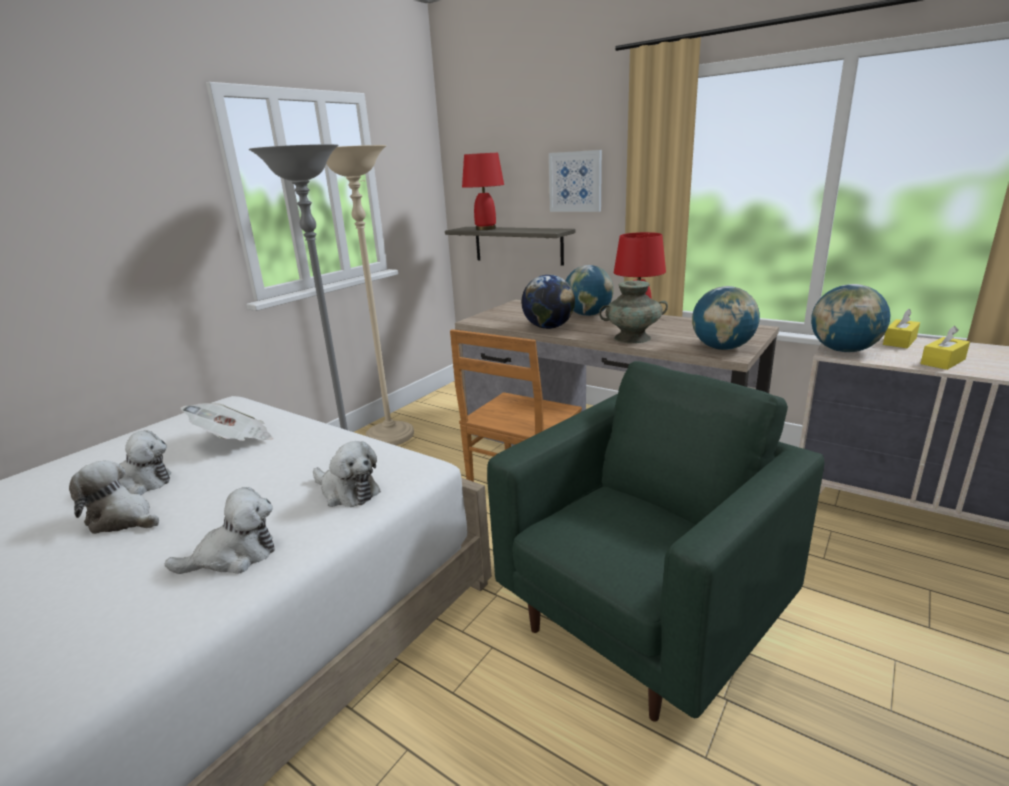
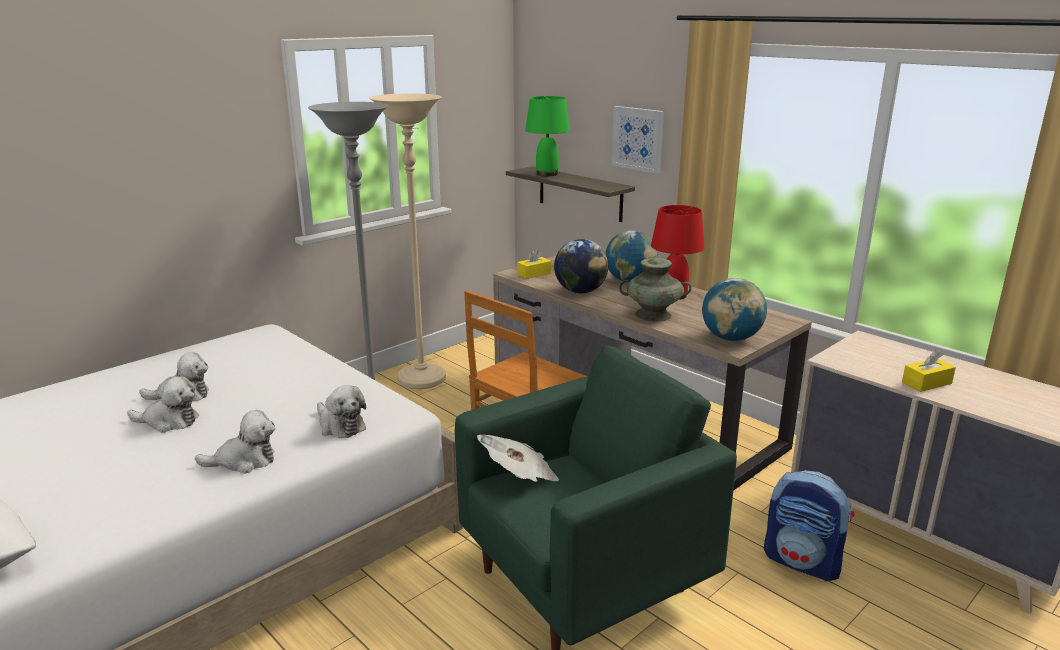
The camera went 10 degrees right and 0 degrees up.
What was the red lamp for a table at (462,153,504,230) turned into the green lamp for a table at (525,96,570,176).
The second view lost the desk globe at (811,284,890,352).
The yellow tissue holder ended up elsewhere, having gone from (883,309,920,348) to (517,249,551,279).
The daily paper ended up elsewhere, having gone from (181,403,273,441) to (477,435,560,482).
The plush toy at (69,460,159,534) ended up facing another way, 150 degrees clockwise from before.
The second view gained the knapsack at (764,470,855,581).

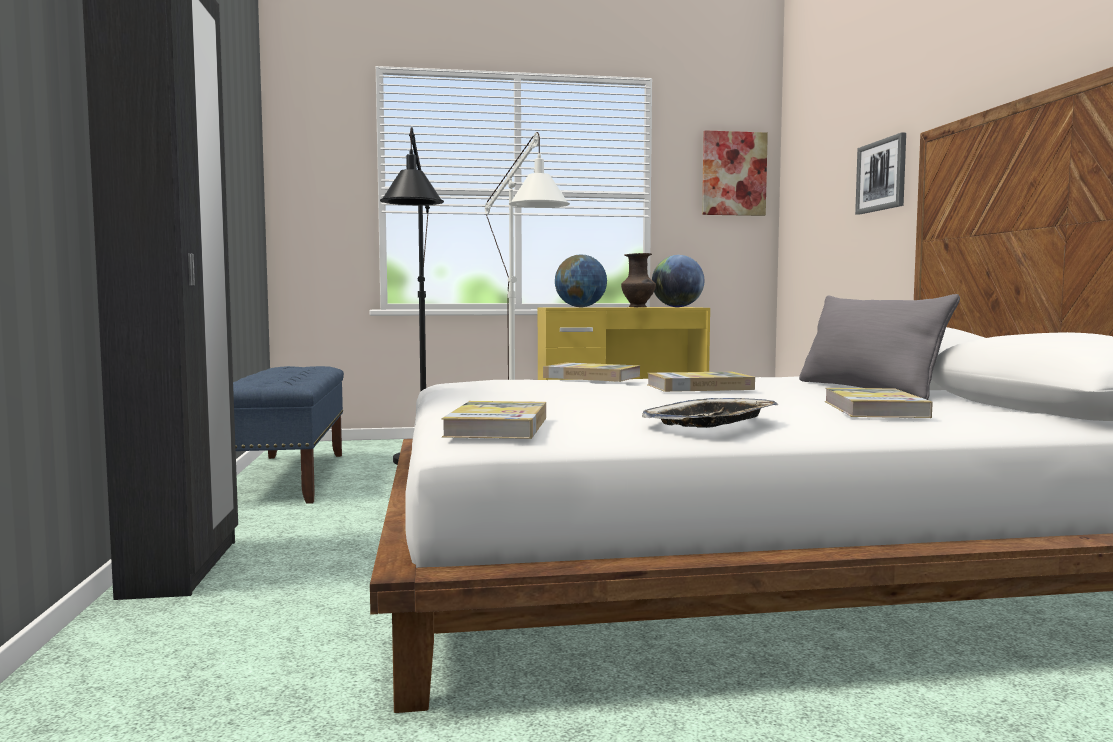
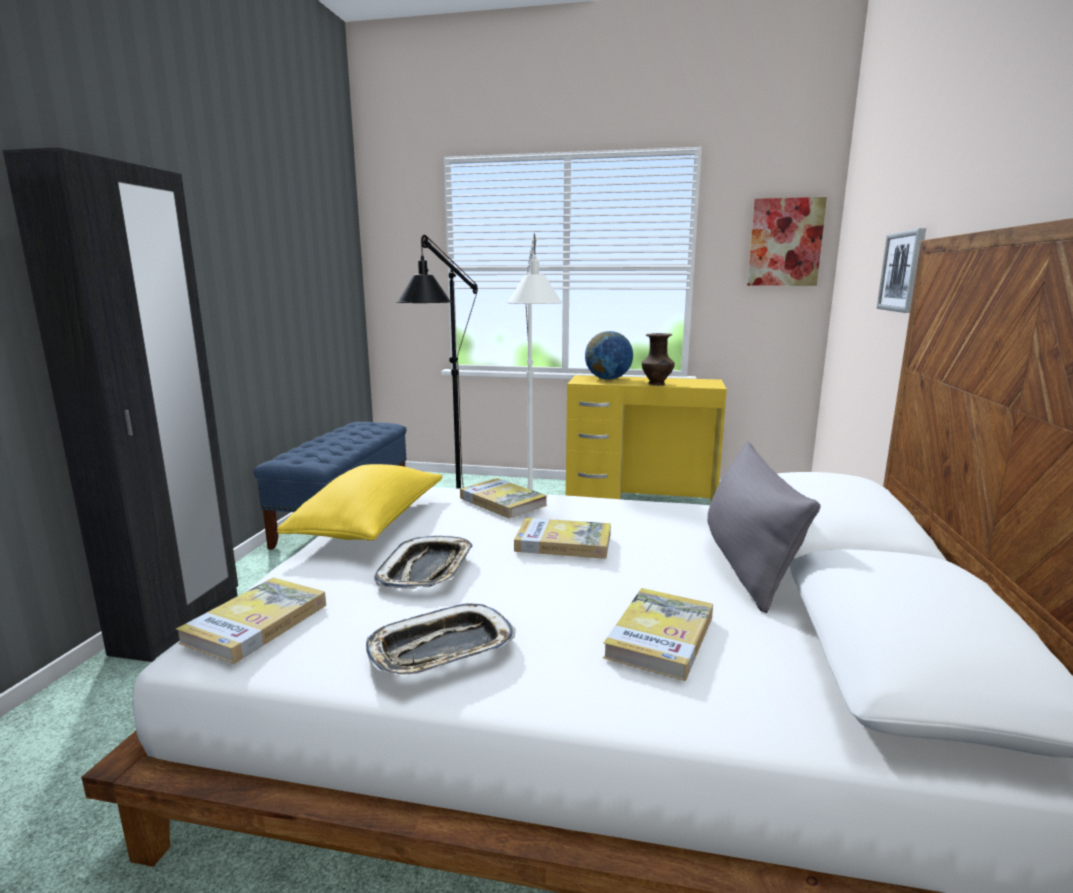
The camera went 20 degrees right and 10 degrees up.
The second view lost the desk globe at (652,255,704,307).
The second view gained the yellow pillow at (277,464,443,541).
The second view gained the serving tray at (375,536,473,589).

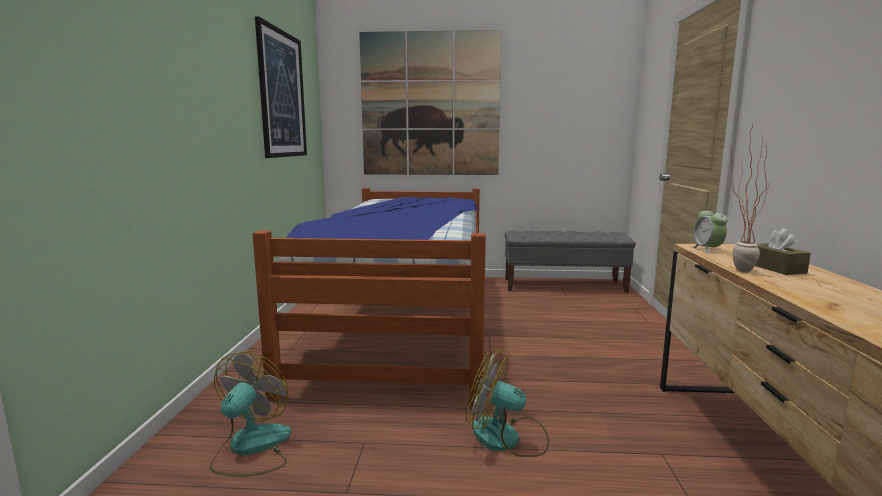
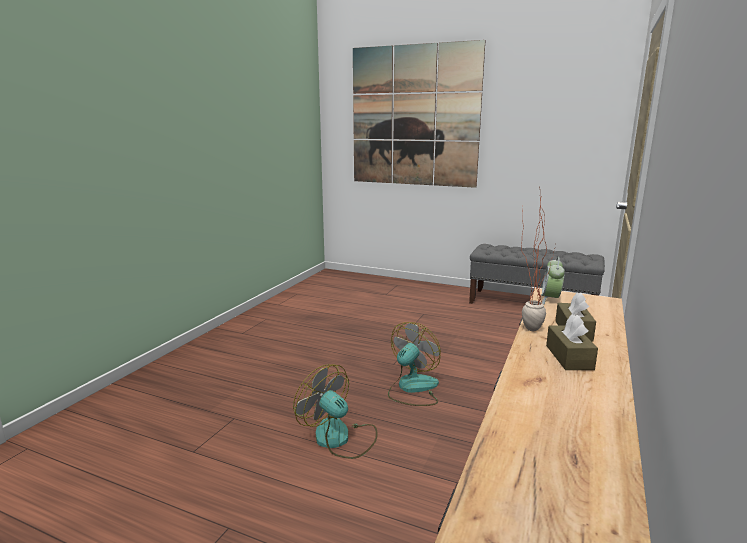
The camera went 20 degrees right and 5 degrees up.
The second view lost the picture at (255,16,307,158).
The second view lost the sleeping bed at (252,188,486,407).
The cooling fan ended up elsewhere, having gone from (210,351,291,477) to (388,322,441,406).
The second view gained the brownish tissue holder at (546,314,598,370).

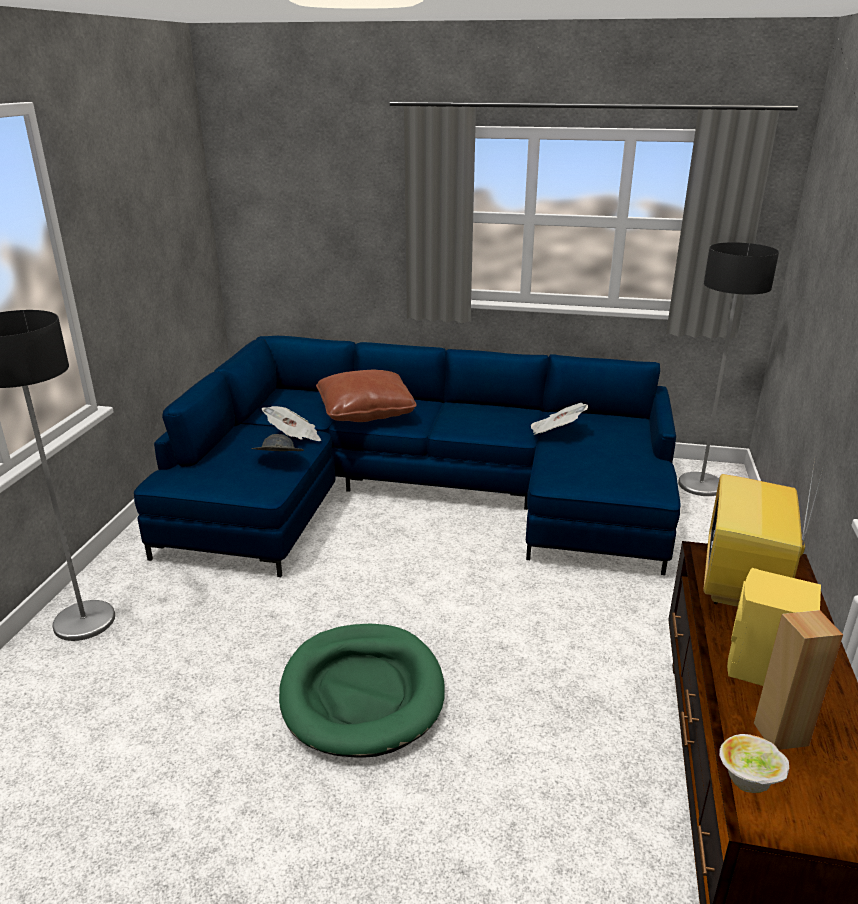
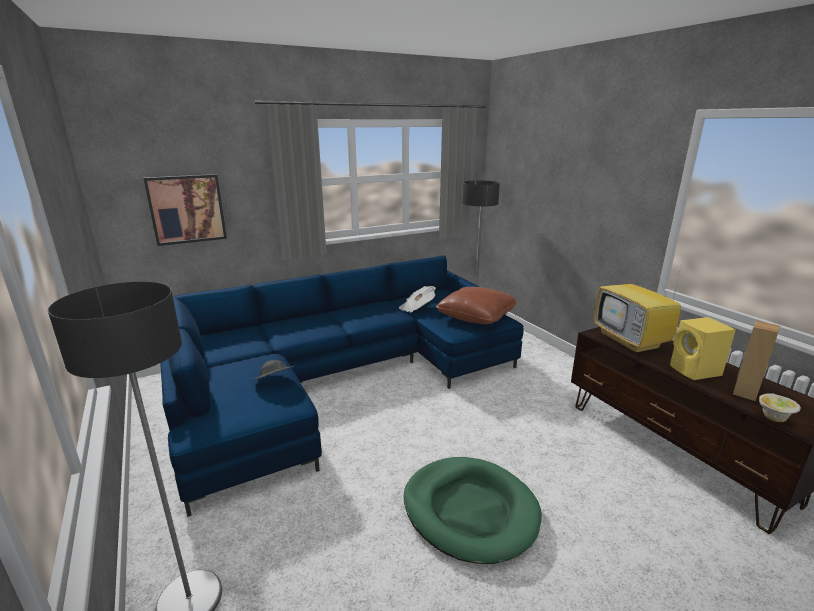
The camera went 40 degrees left and 5 degrees down.
The brownish pillow ended up elsewhere, having gone from (316,370,417,422) to (436,287,517,324).
The second view lost the daily paper at (262,406,321,441).
The second view gained the picture at (143,174,227,246).

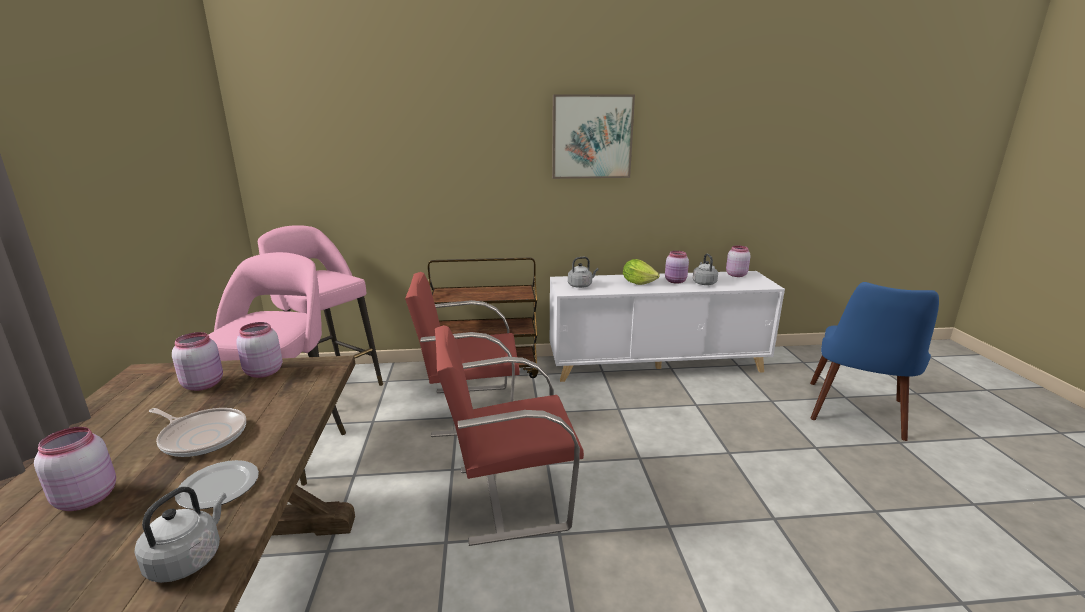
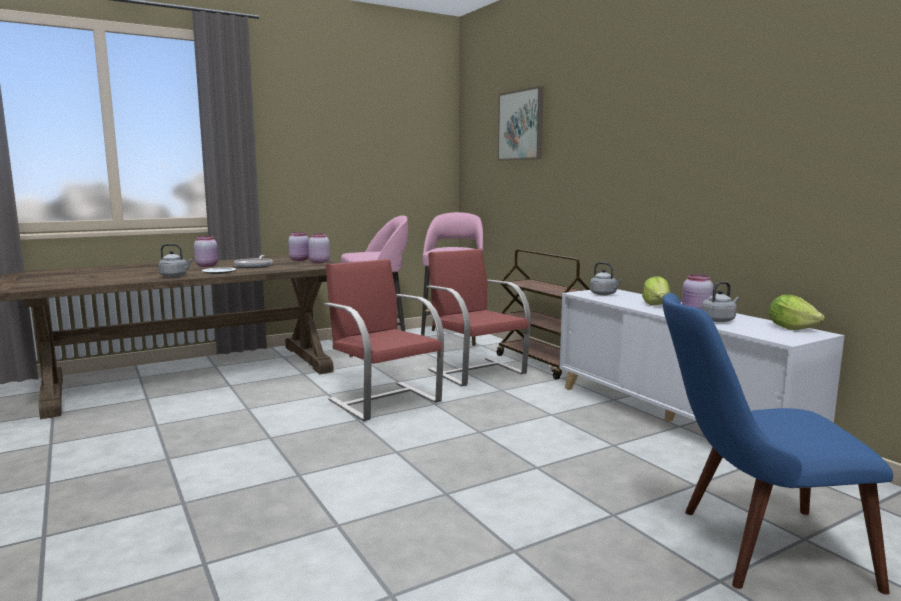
The camera went 65 degrees right and 10 degrees down.
The picture ended up elsewhere, having gone from (552,94,635,179) to (498,86,544,160).
Where the pink-coloured preserve jar stood at (726,246,751,277), the lettuce head came to stand at (768,295,825,330).

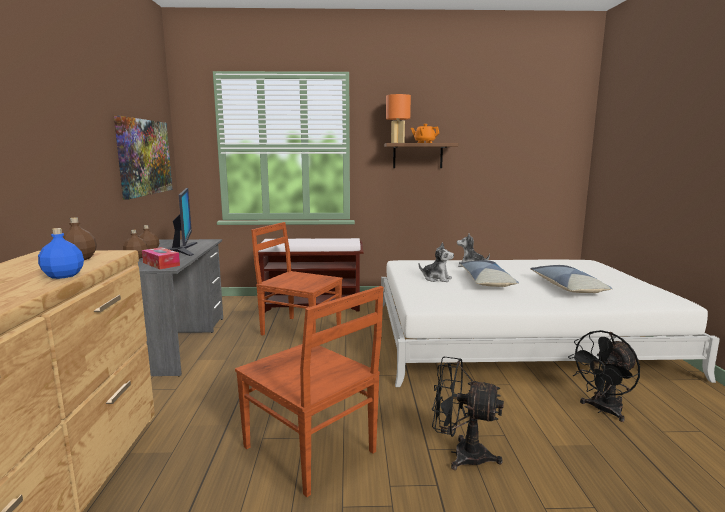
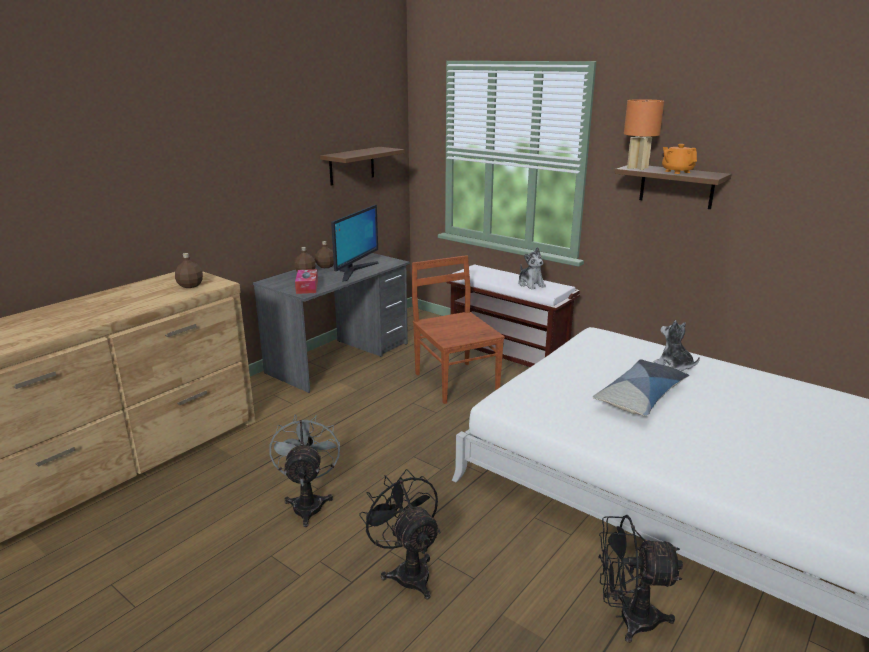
The camera went 40 degrees right and 10 degrees up.
Where the picture hung at (114,116,172,200), the brownish bracket shelf came to hang at (320,147,405,185).
The second view lost the blue-coloured bottle at (38,228,84,279).
The plush toy ended up elsewhere, having gone from (418,242,454,282) to (518,247,546,290).
The second view lost the pillow at (530,265,613,293).
Where the brownish plain chair stood at (235,286,384,497), the gray cooling fan came to stand at (269,415,340,527).

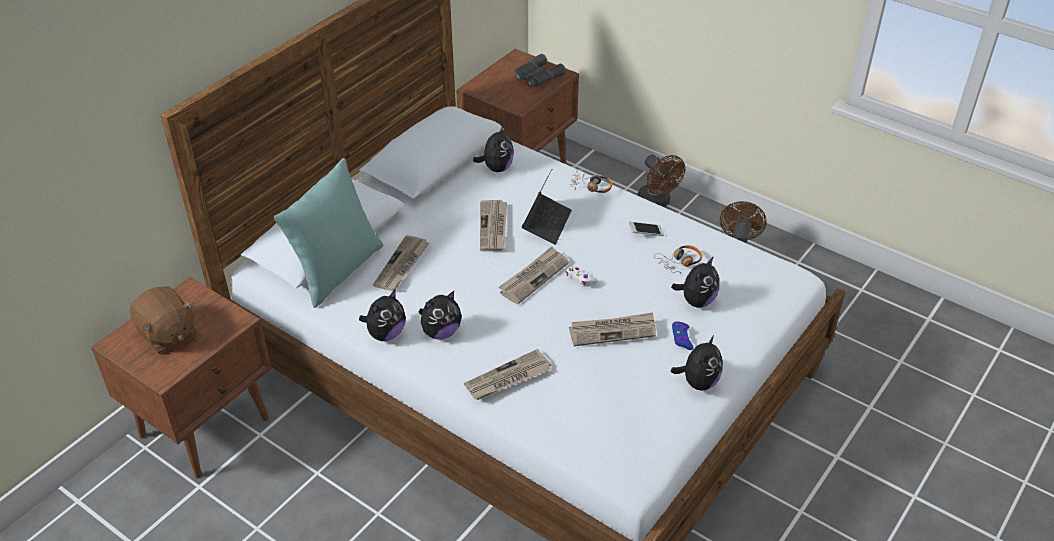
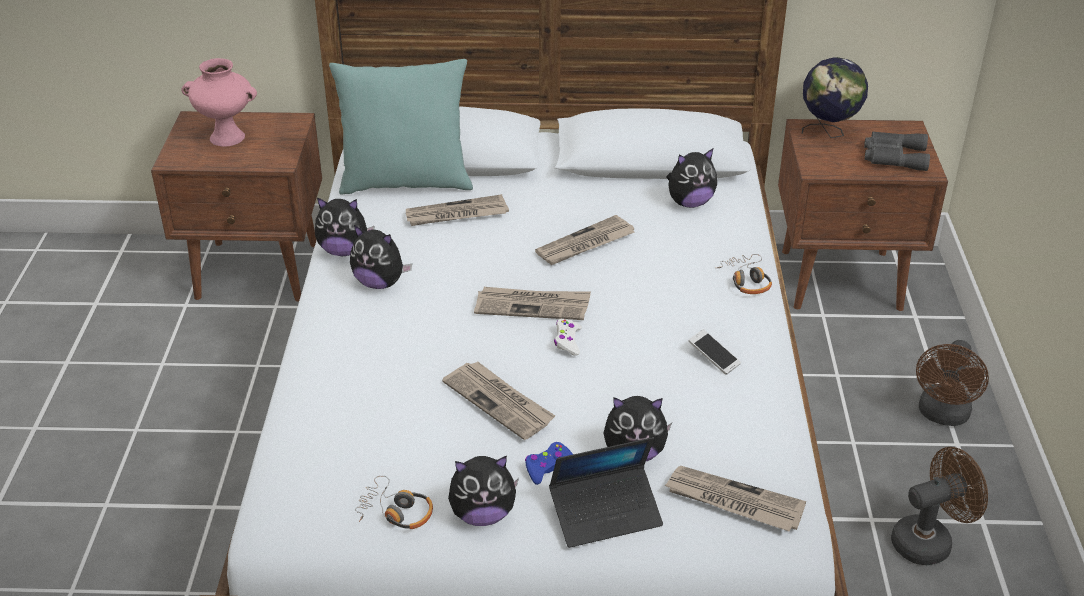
The camera went 55 degrees right and 5 degrees down.
The notebook computer ended up elsewhere, having gone from (522,169,572,245) to (549,437,663,548).
The pair of headphones ended up elsewhere, having gone from (654,245,702,274) to (355,476,433,529).
Where the brownish plush toy stood at (130,286,197,354), the pink-coloured decorative vase came to stand at (181,58,257,147).
The daily paper ended up elsewhere, having gone from (464,349,551,400) to (664,466,806,532).
The second view gained the desk globe at (802,57,868,138).

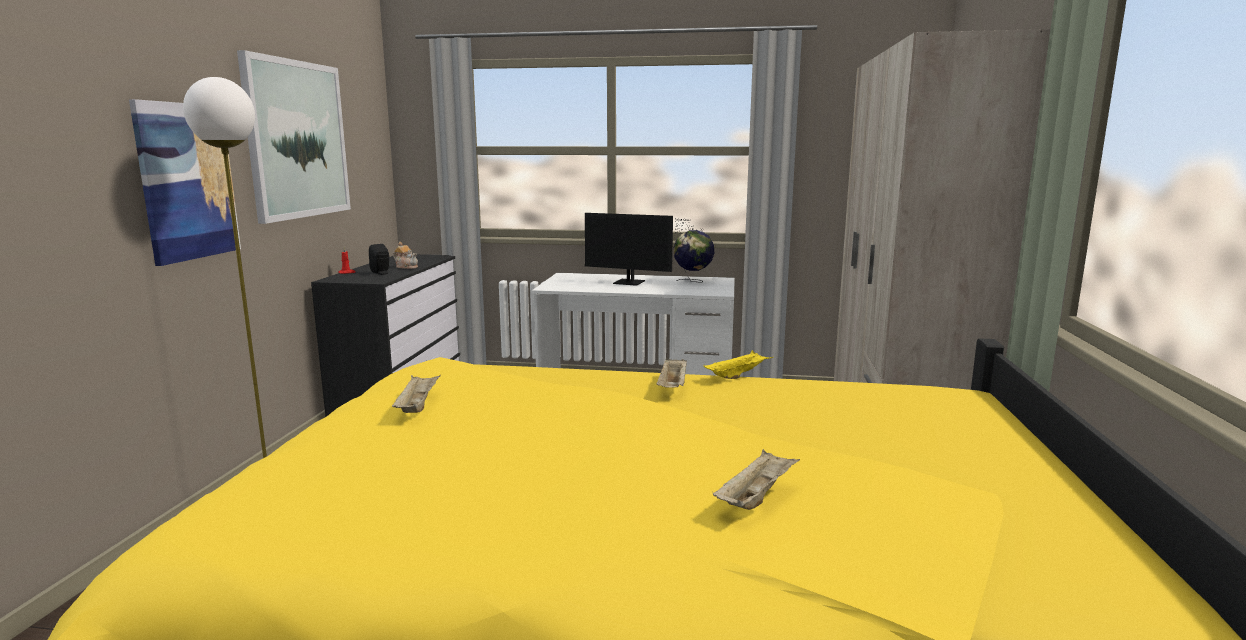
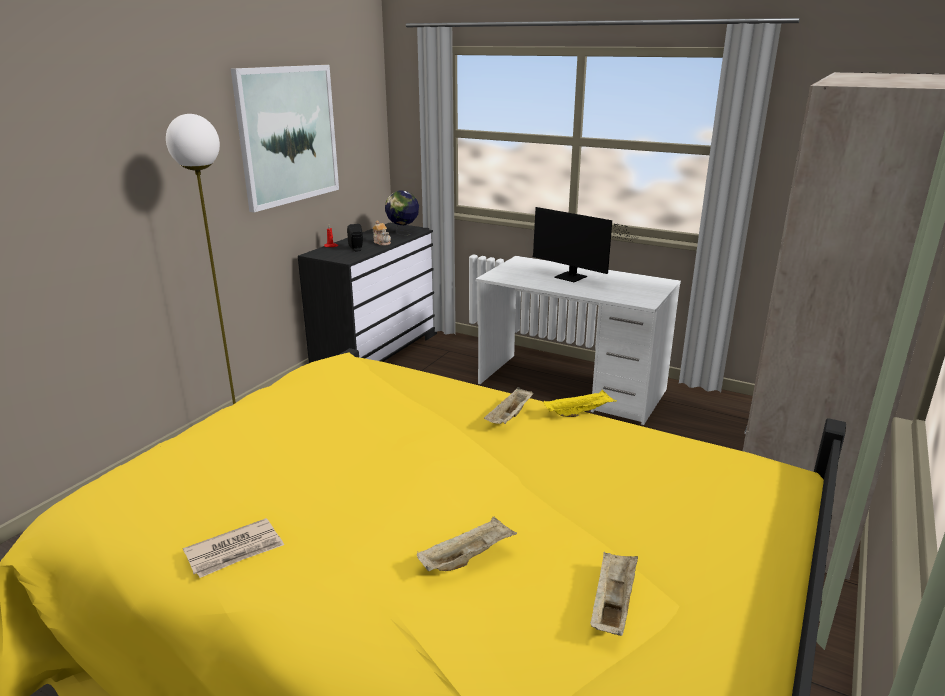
The camera went 20 degrees right and 10 degrees up.
The second view lost the picture at (129,99,241,266).
The desk globe ended up elsewhere, having gone from (674,230,714,283) to (385,190,419,236).
The sand-coloured serving tray ended up elsewhere, having gone from (391,375,440,413) to (590,552,638,636).
The second view gained the daily paper at (183,518,284,578).

